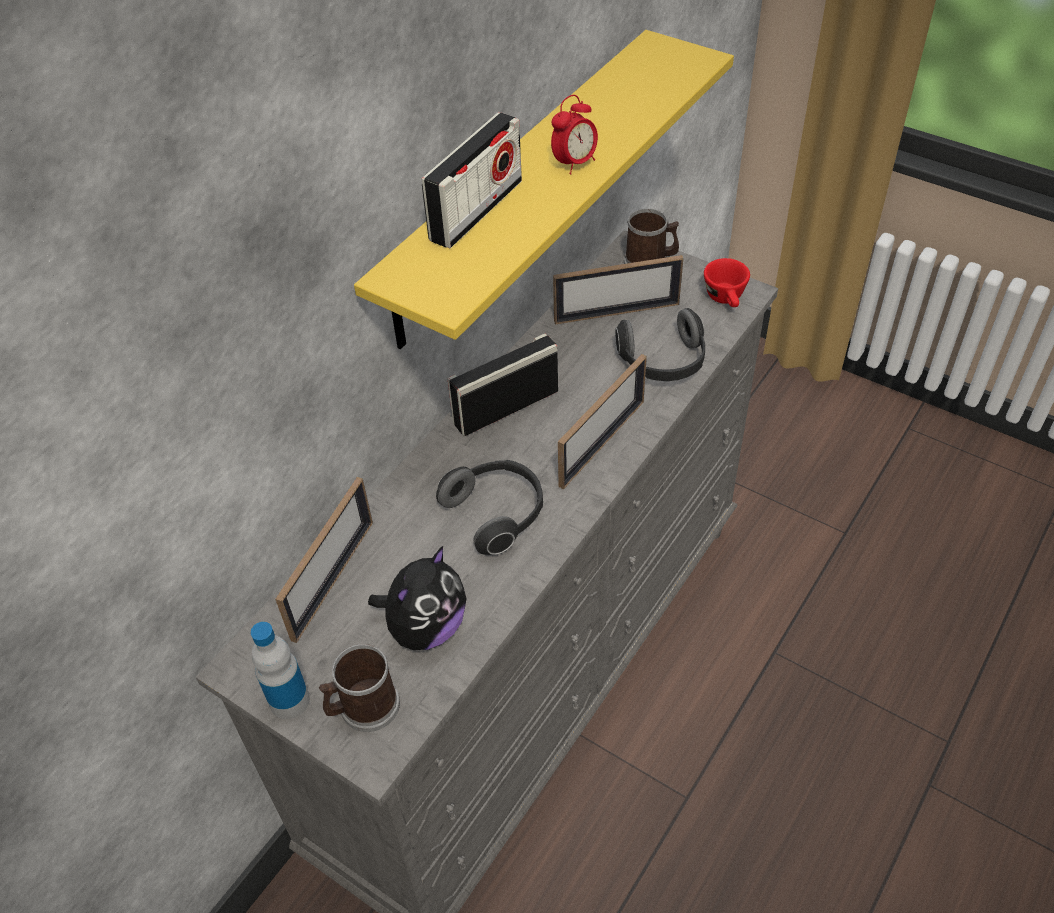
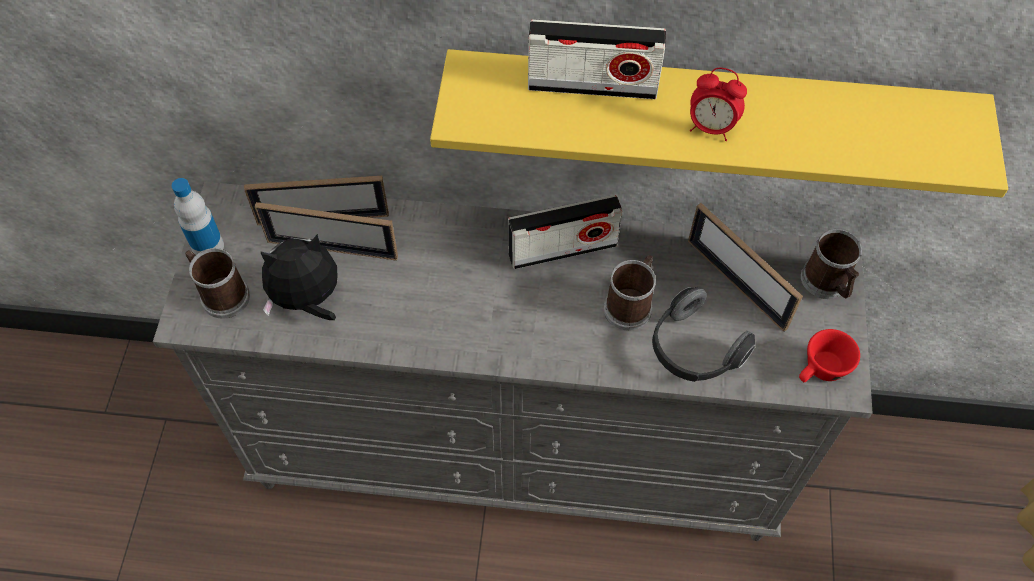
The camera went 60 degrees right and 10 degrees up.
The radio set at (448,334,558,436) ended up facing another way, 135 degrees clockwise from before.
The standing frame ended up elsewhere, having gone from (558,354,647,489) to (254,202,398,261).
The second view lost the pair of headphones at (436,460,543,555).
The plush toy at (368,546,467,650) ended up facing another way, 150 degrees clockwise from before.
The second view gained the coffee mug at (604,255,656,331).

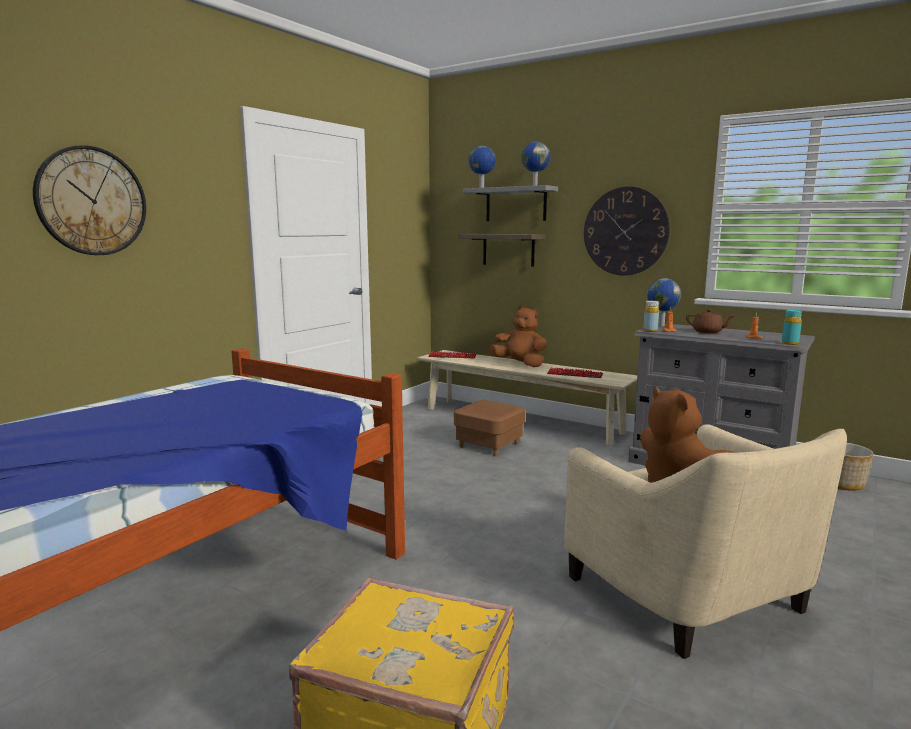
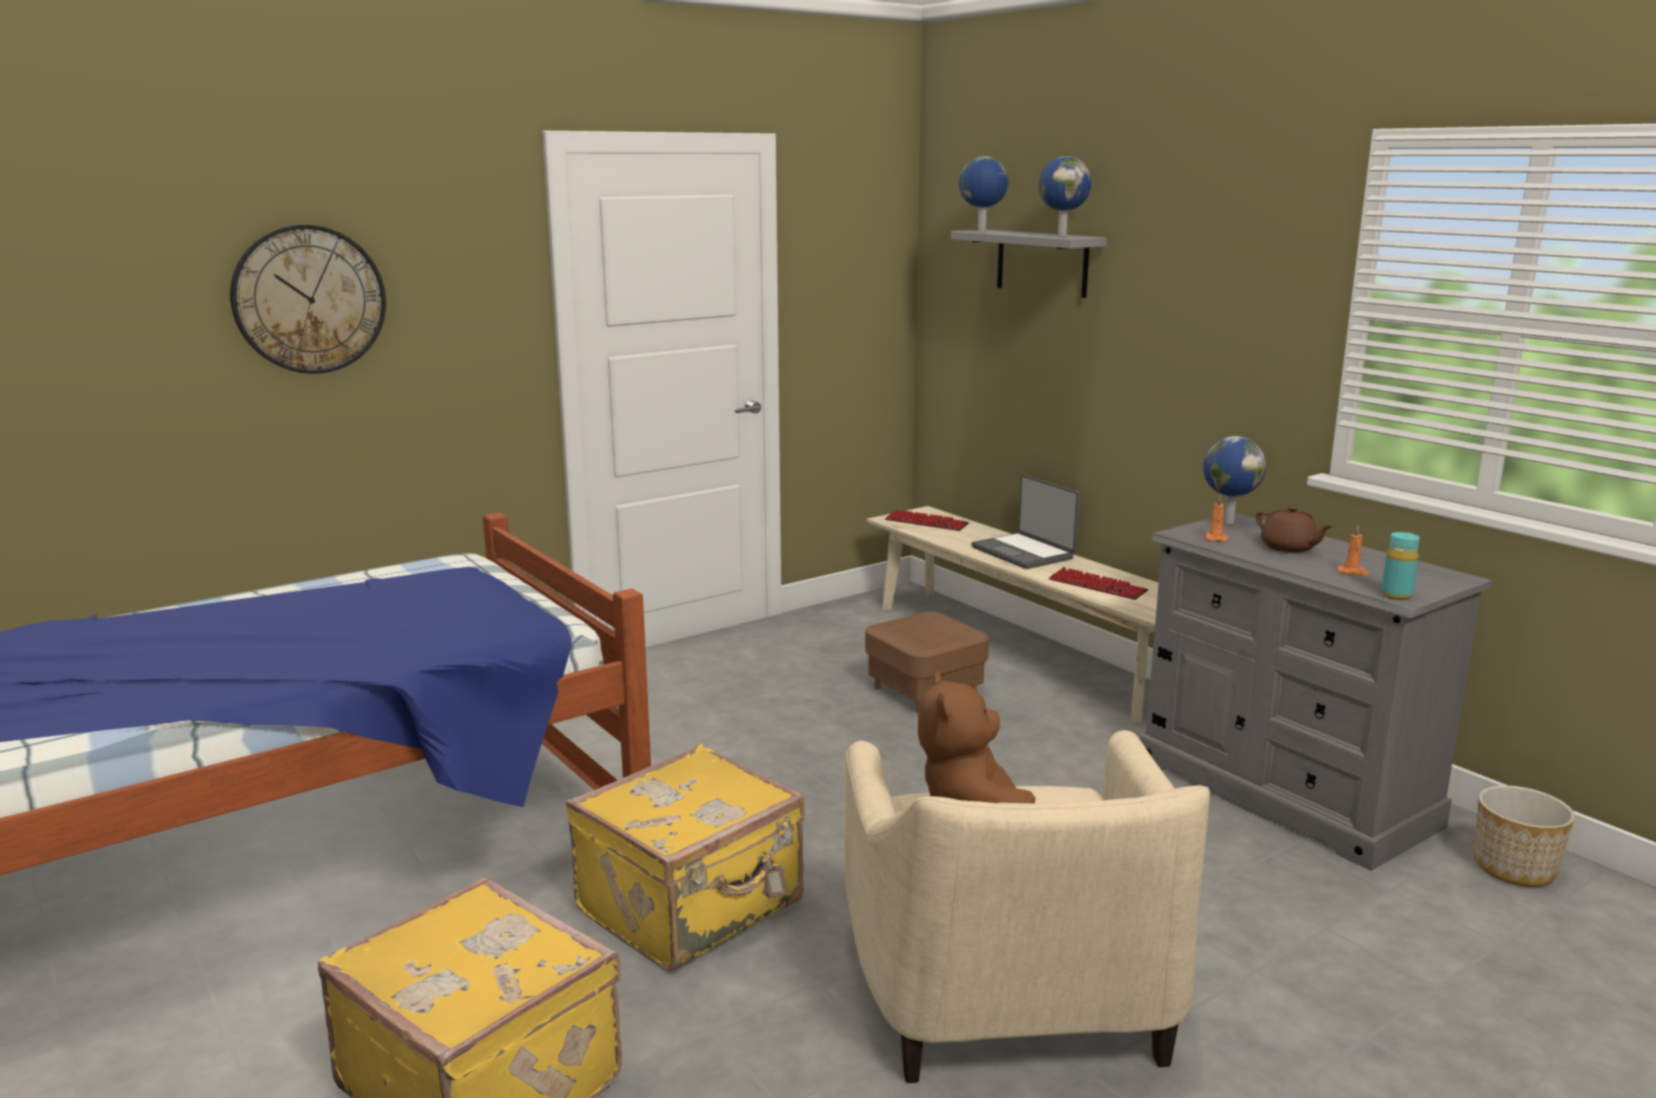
The camera went 20 degrees right and 5 degrees up.
The second view lost the wall clock at (584,186,670,276).
The second view lost the bracket shelf at (459,234,546,267).
The second view lost the yellow bottle at (643,301,659,332).
Where the brownish plush toy stood at (488,306,547,367), the notebook computer came to stand at (971,475,1080,569).
The second view gained the yellow travel case at (566,744,805,971).

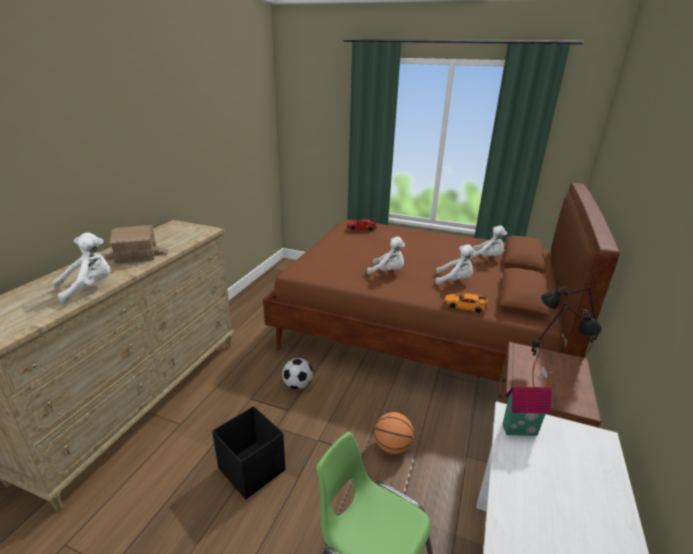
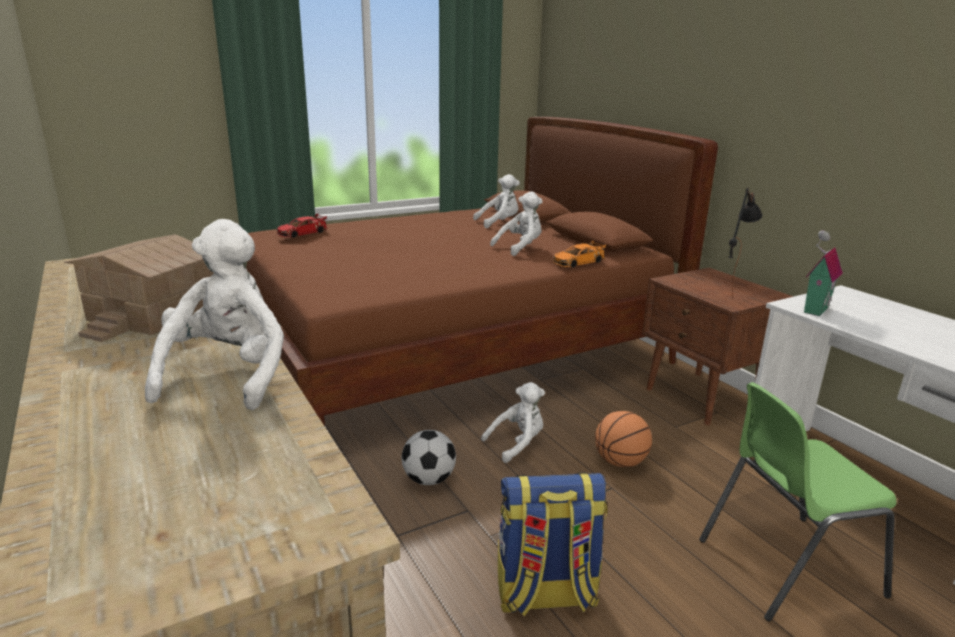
The camera went 50 degrees left and 5 degrees down.
The whitish plush toy ended up elsewhere, having gone from (367,237,405,275) to (481,382,545,463).
The second view lost the black lamp for a table at (541,285,598,365).
Where the black storage container stood at (212,406,285,499), the knapsack came to stand at (498,472,607,616).

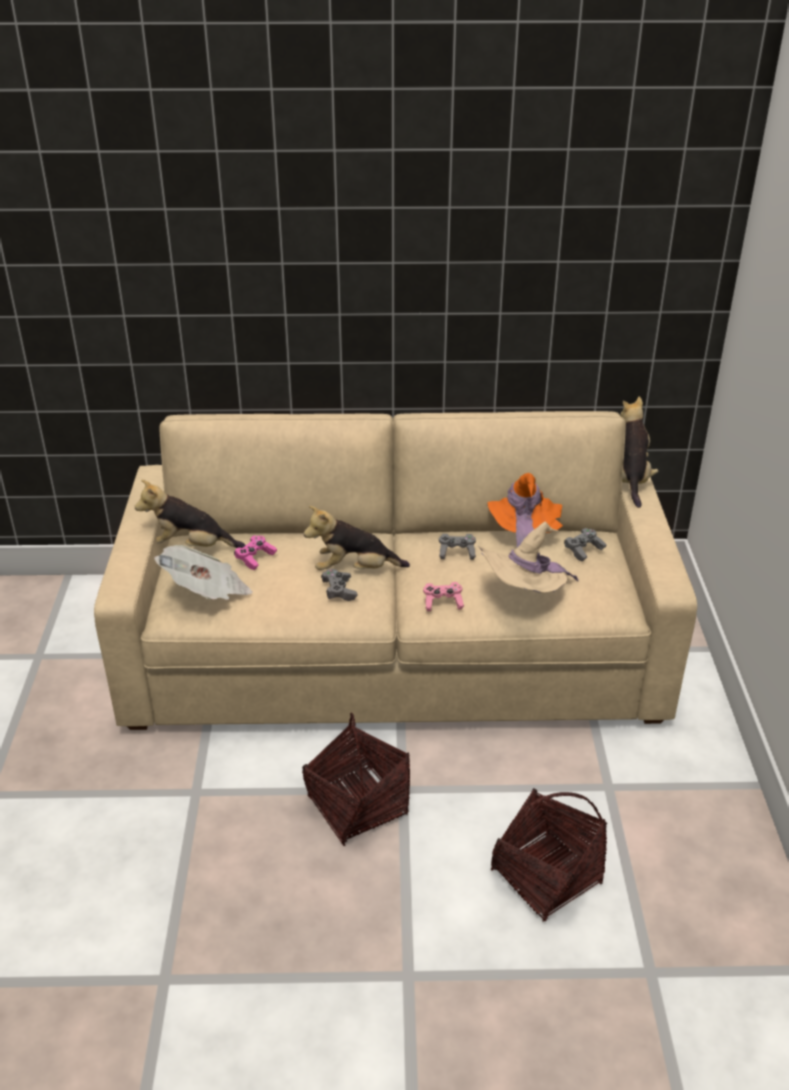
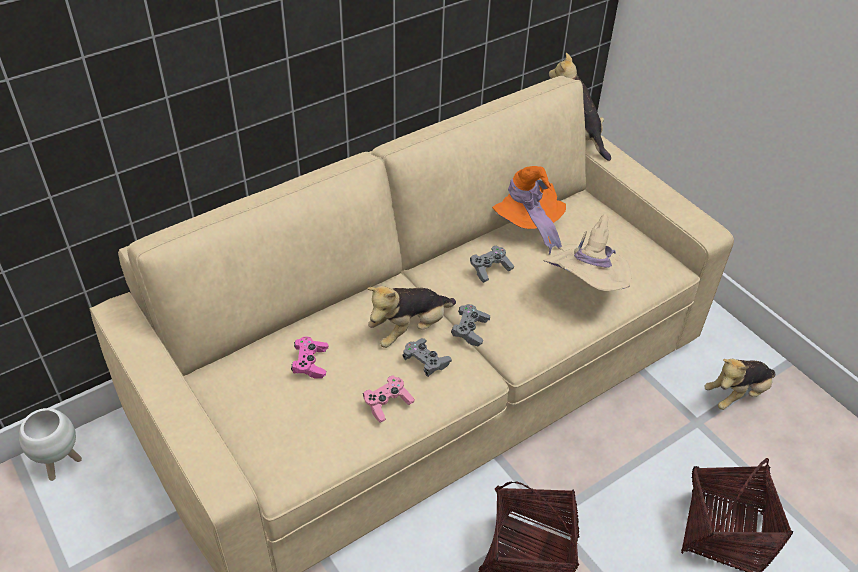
The camera went 35 degrees left and 10 degrees up.
The plush toy ended up elsewhere, having gone from (135,480,246,548) to (704,359,775,410).
The gray game controller ended up elsewhere, having gone from (564,528,606,562) to (451,304,490,347).
The second view lost the daily paper at (154,545,253,600).
The pink-coloured game controller ended up elsewhere, having gone from (423,582,464,611) to (363,375,415,423).
The second view gained the whitish flower pot at (19,408,82,481).

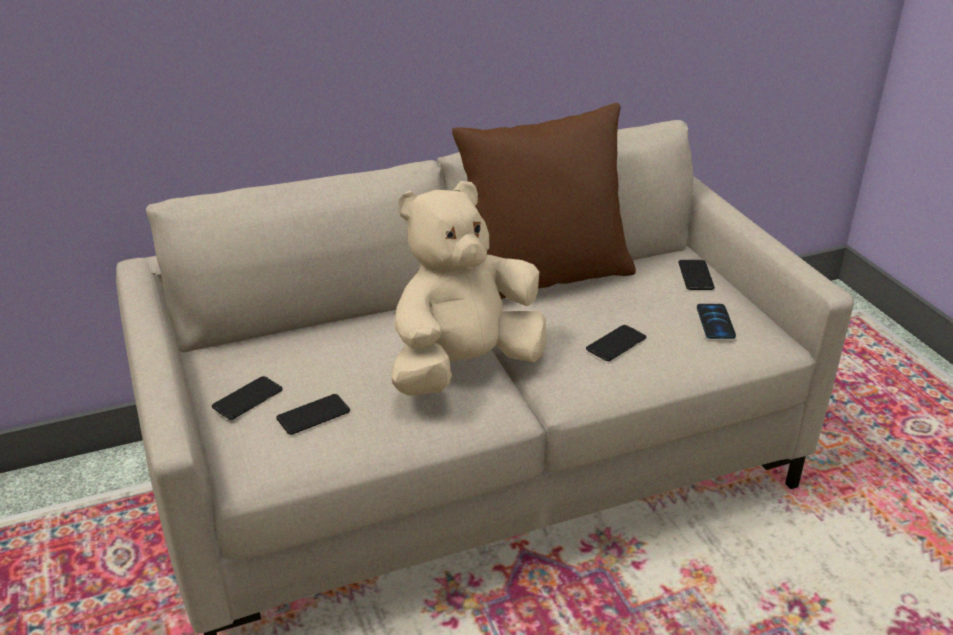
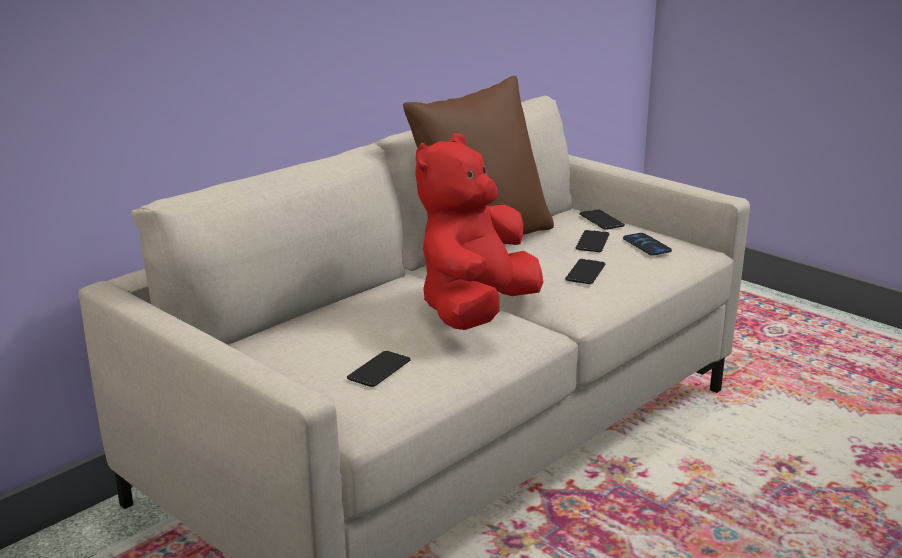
The camera went 25 degrees left and 10 degrees down.
What was the sand-coloured plush toy at (391,181,547,396) turned into the red plush toy at (415,133,543,330).
The phone ended up elsewhere, having gone from (212,376,283,420) to (576,230,610,252).

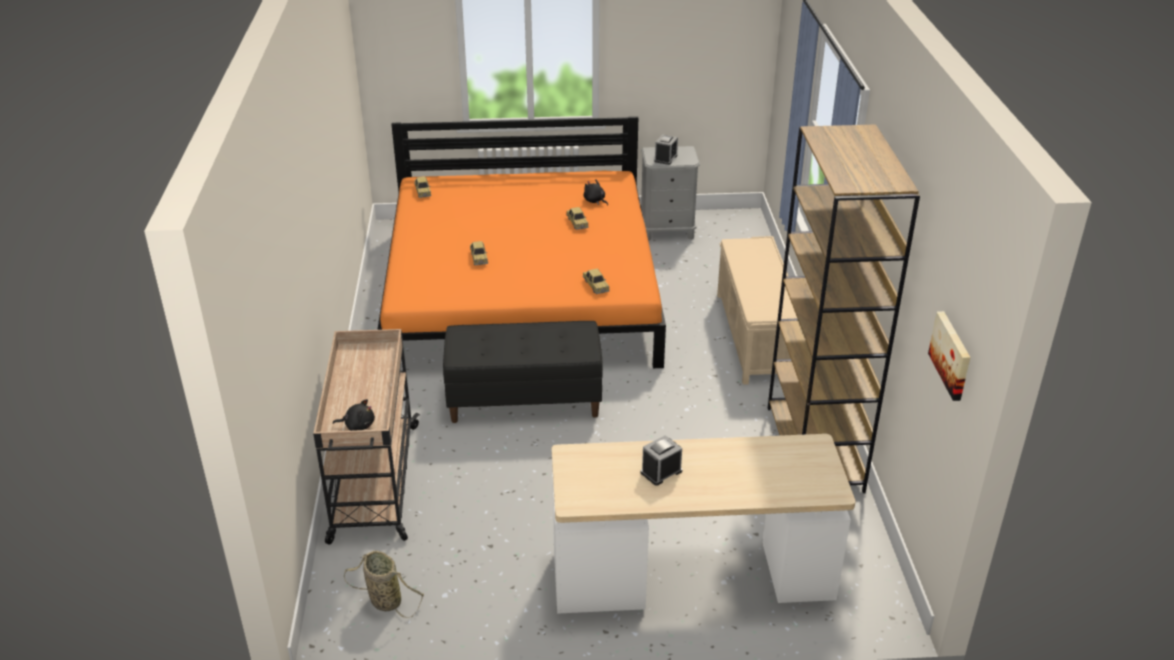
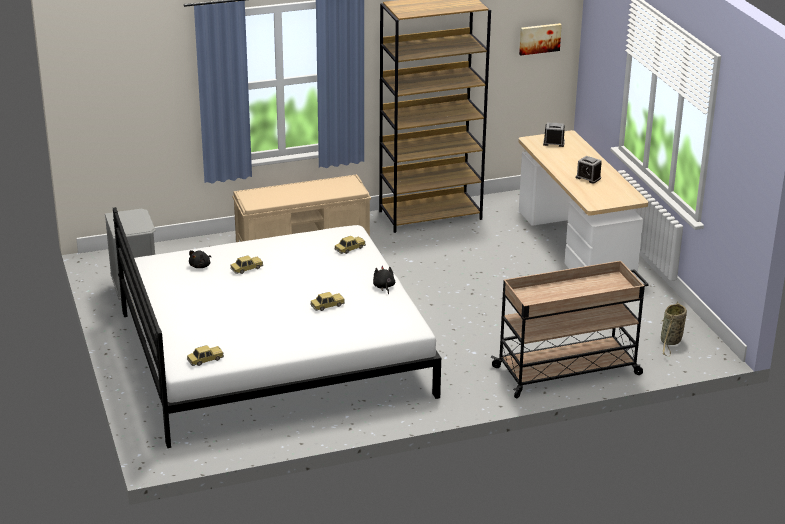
The camera went 105 degrees left and 5 degrees down.
What was the orange-coloured sleeping bed at (377,116,666,368) turned into the whitish sleeping bed at (113,207,441,448).
The table clock ended up elsewhere, having gone from (654,134,678,165) to (543,123,565,147).
The second view lost the black bench at (443,321,603,423).
The black plush toy ended up elsewhere, having gone from (333,399,375,431) to (373,266,395,294).

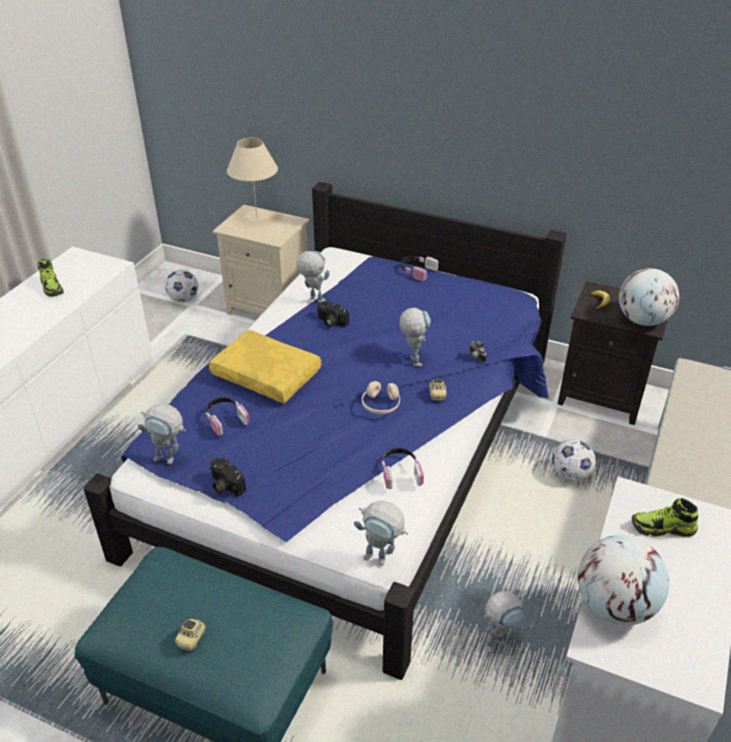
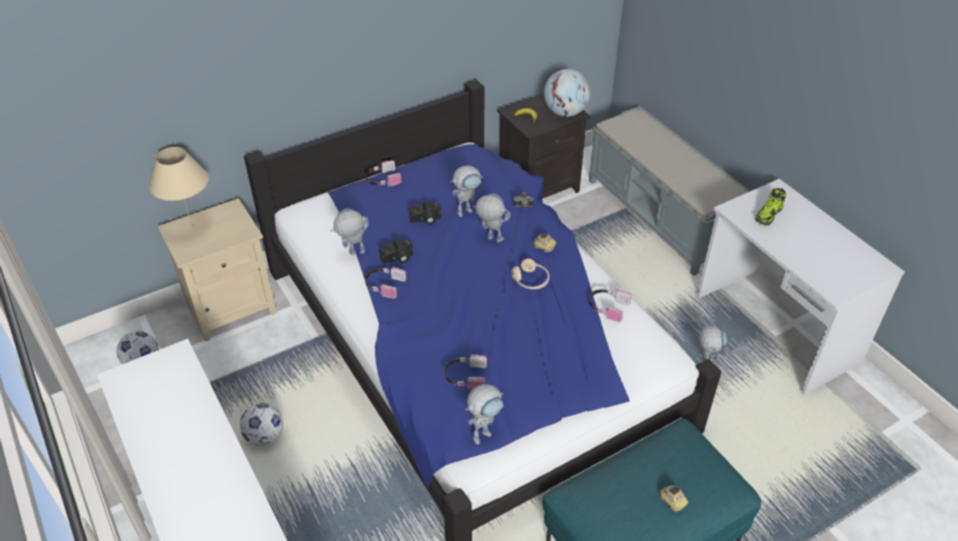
The camera went 55 degrees left and 5 degrees up.
The second view lost the low shoe at (37,259,64,297).
The second view lost the yellow pillow at (209,330,321,403).
The football ended up elsewhere, having gone from (552,440,596,482) to (240,403,283,446).
The still camera ended up elsewhere, having gone from (209,458,246,496) to (409,201,441,225).
The model robot ended up elsewhere, having gone from (354,501,408,566) to (451,165,483,217).
The second view lost the desk globe at (578,535,669,625).
The second view gained the pair of headphones at (365,267,406,299).

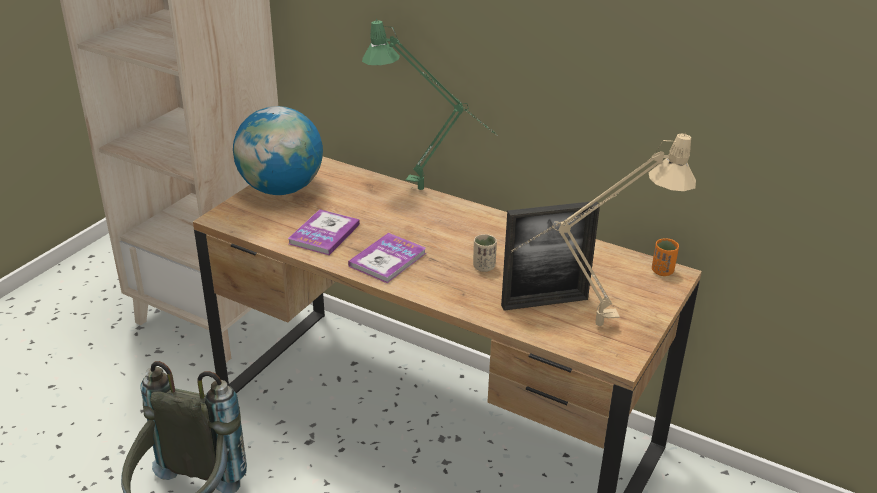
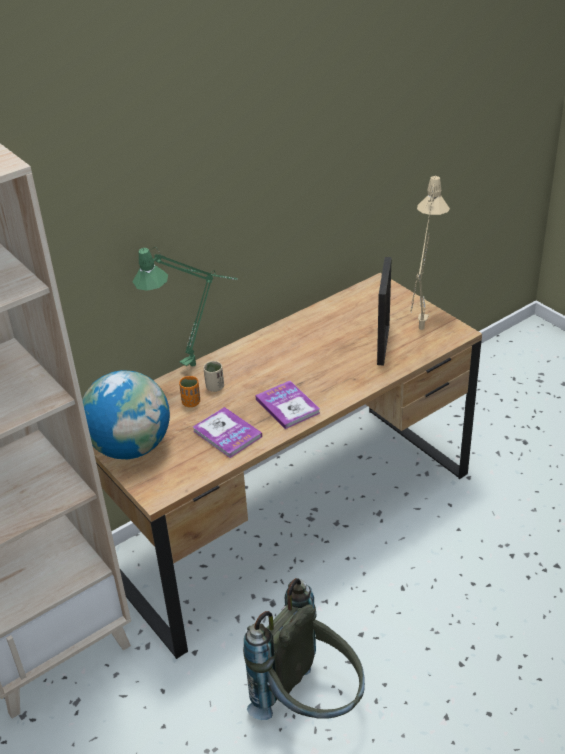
The camera went 65 degrees left and 5 degrees up.
The sand-coloured cup ended up elsewhere, having gone from (473,234,497,272) to (203,361,224,392).
The orange-coloured cup ended up elsewhere, having gone from (652,238,679,276) to (179,376,200,407).

